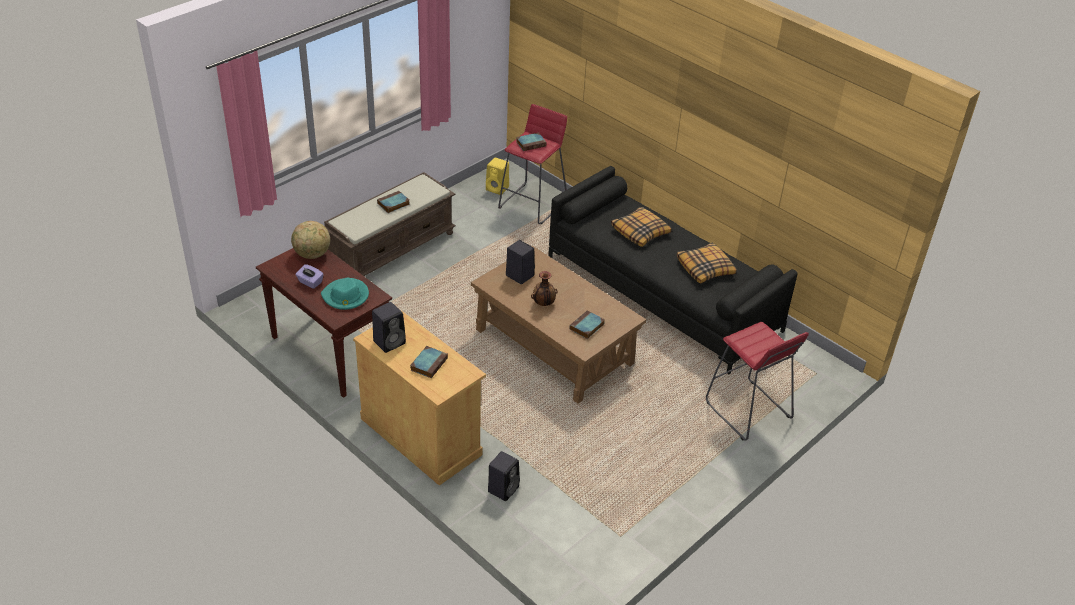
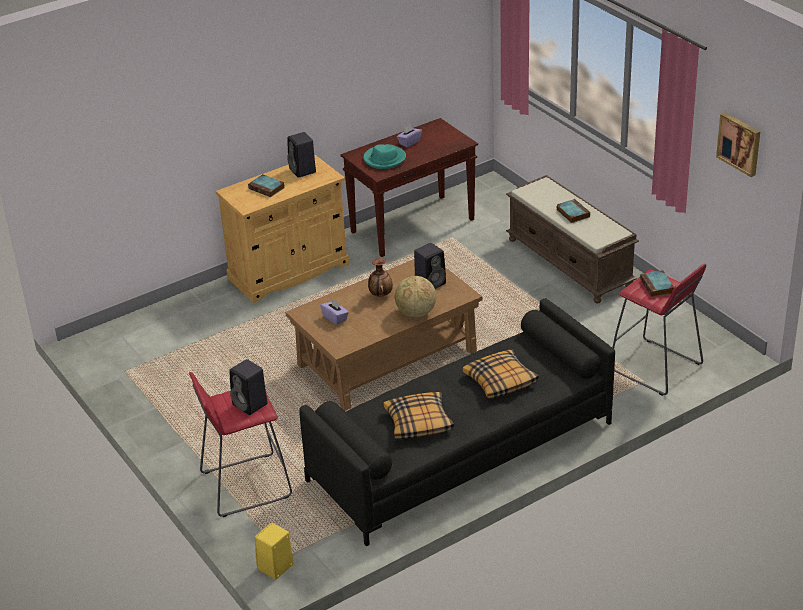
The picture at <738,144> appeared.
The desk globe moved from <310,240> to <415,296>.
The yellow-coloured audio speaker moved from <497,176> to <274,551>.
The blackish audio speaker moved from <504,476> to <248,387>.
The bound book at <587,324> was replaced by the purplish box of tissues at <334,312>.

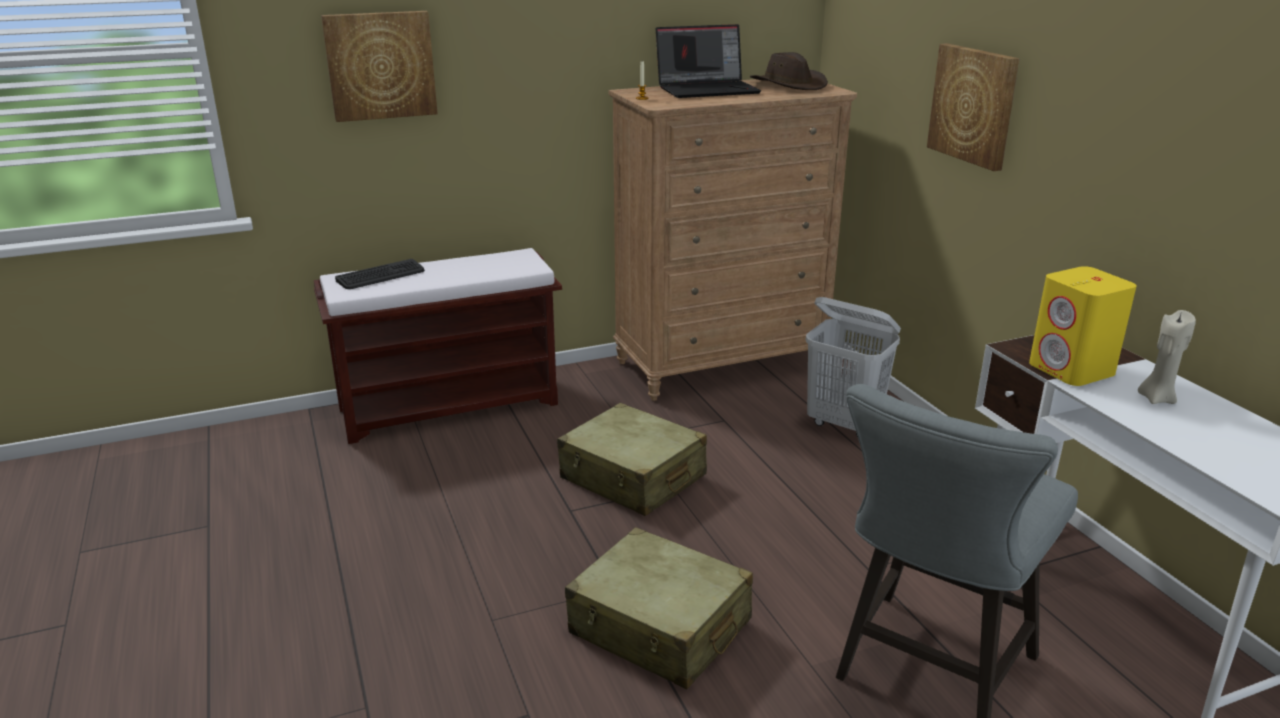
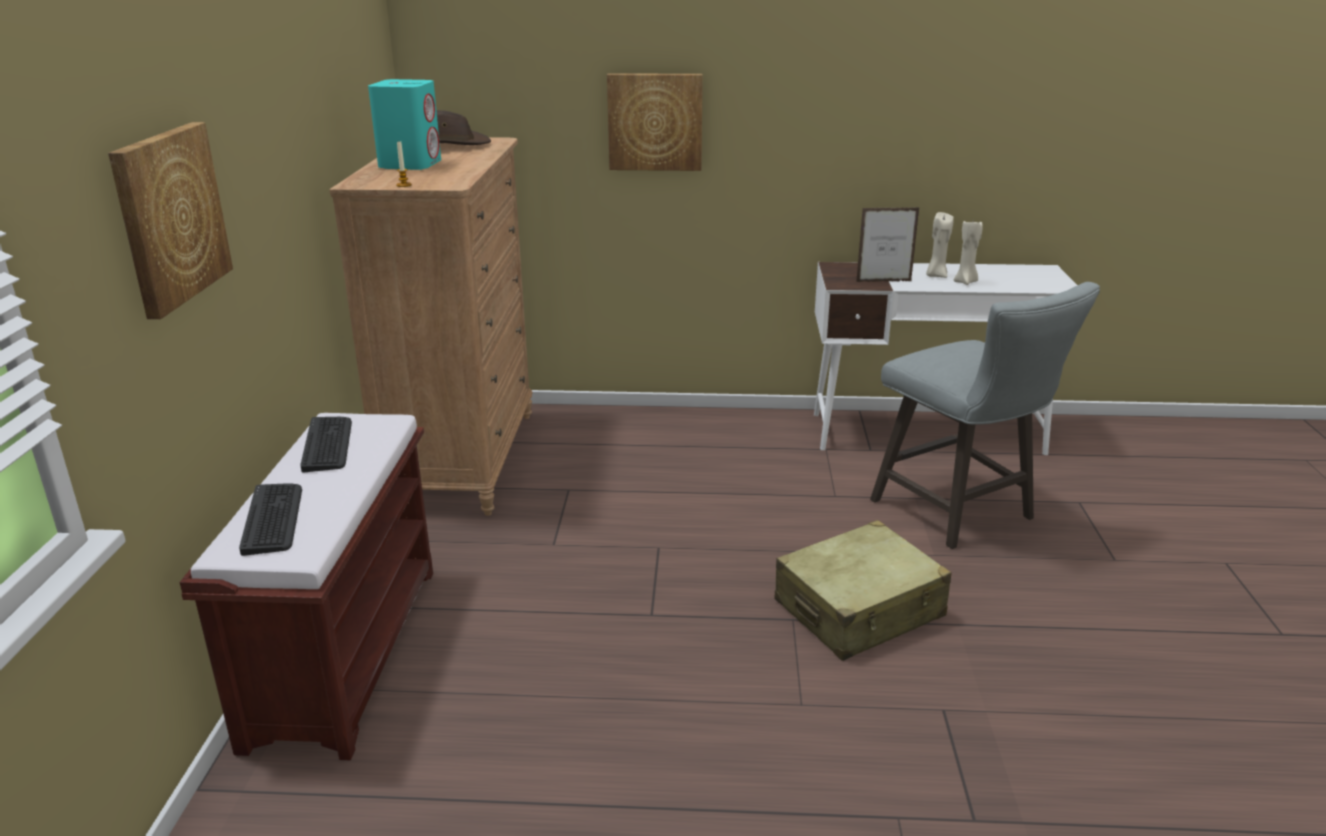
The beige travel case at <632,459> disappeared.
The white hamper at <853,367> disappeared.
The computer keyboard at <326,444> appeared.
The beige wax candle at <968,251> appeared.
The laptop at <708,61> was replaced by the turquoise audio speaker at <404,124>.
The yellow-coloured audio speaker at <1083,326> was replaced by the picture frame at <888,244>.

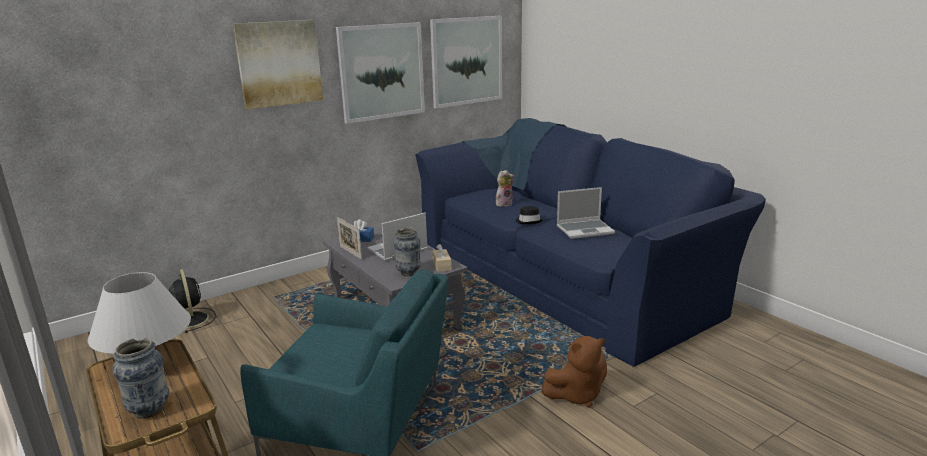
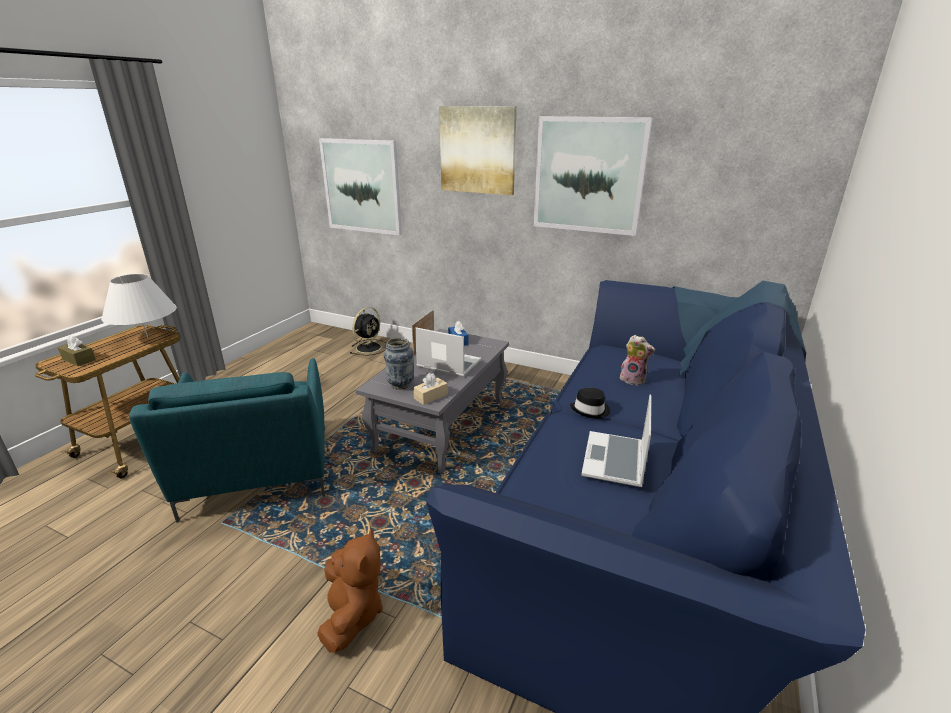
The picture moved from <466,62> to <360,187>.
The decorative vase at <141,378> was replaced by the brownish box of tissues at <77,350>.
The brownish plush toy at <574,372> turned 135 degrees counterclockwise.
The laptop at <586,213> turned 60 degrees clockwise.

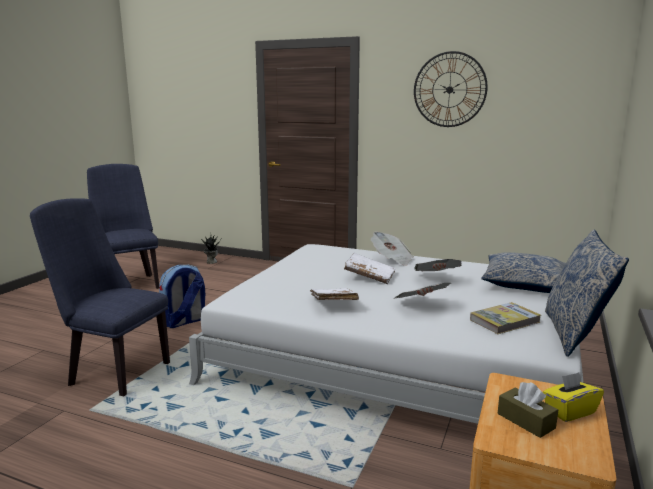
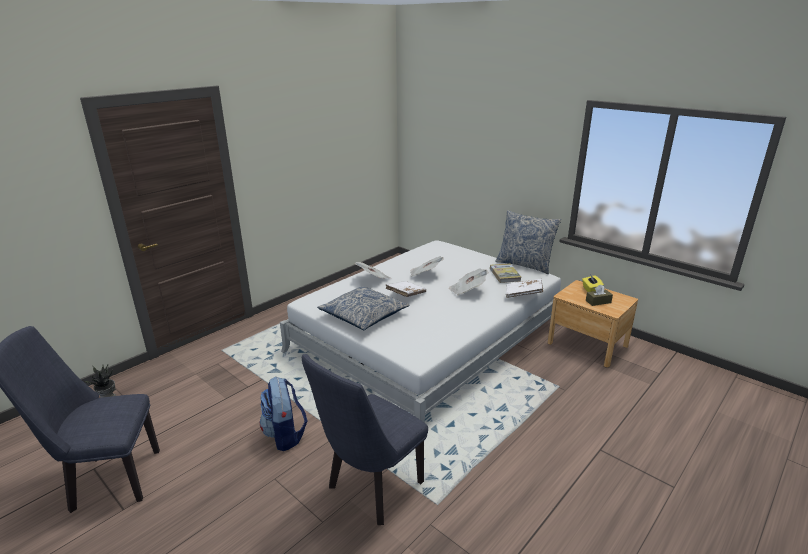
The hanging clock at <451,89> disappeared.
The white bound book moved from <334,294> to <524,288>.
The pillow moved from <523,272> to <363,308>.

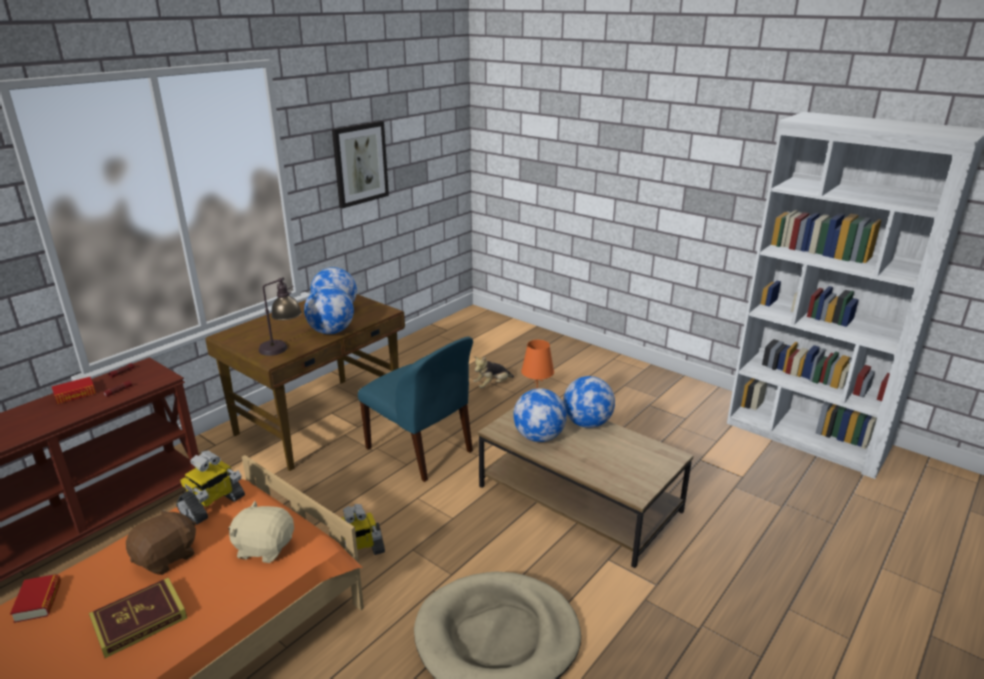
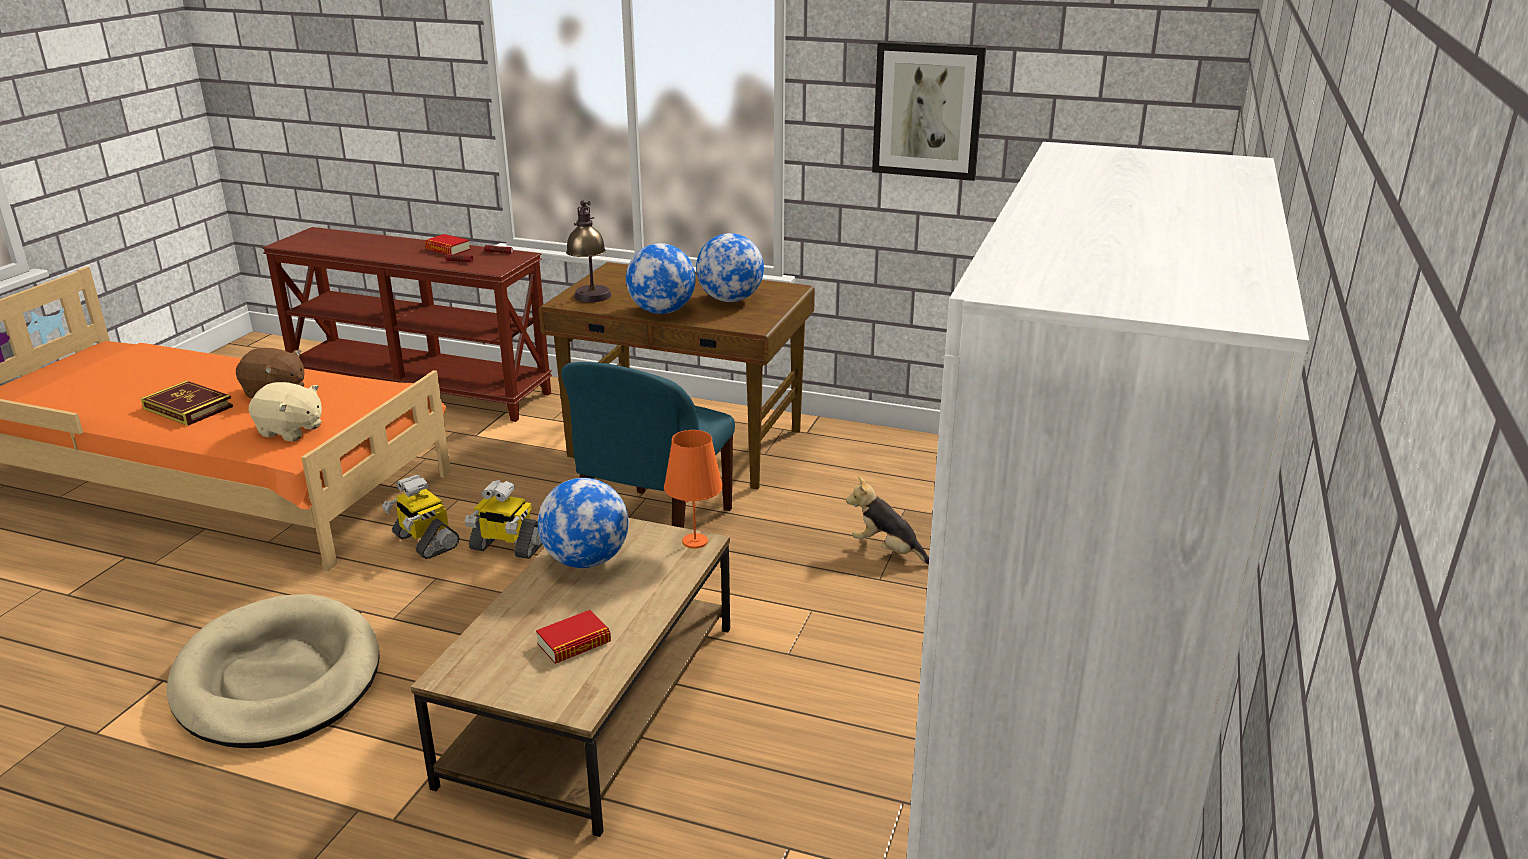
The desk globe at <589,402> disappeared.
The bound book moved from <35,598> to <573,637>.
The model robot moved from <210,487> to <503,519>.
The beige plush toy at <261,532> turned 120 degrees clockwise.

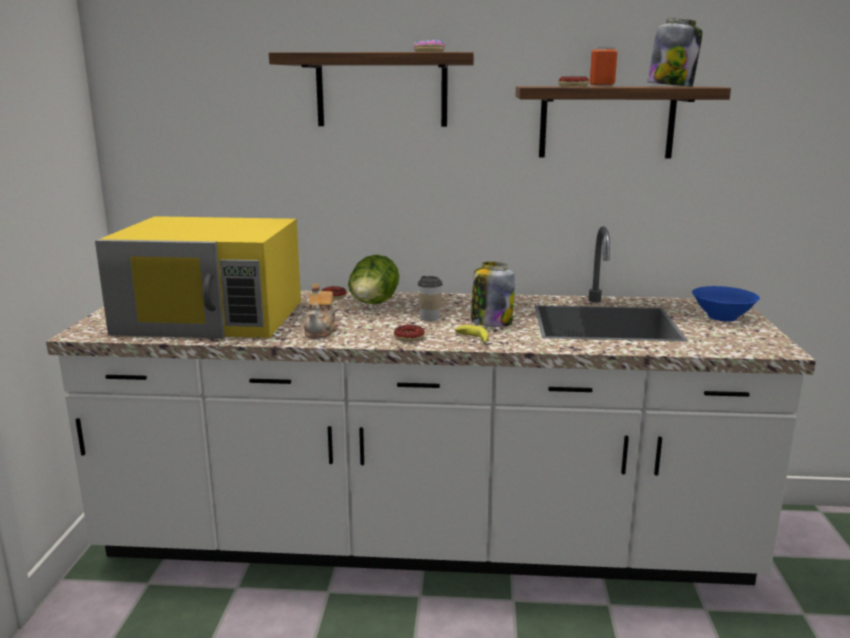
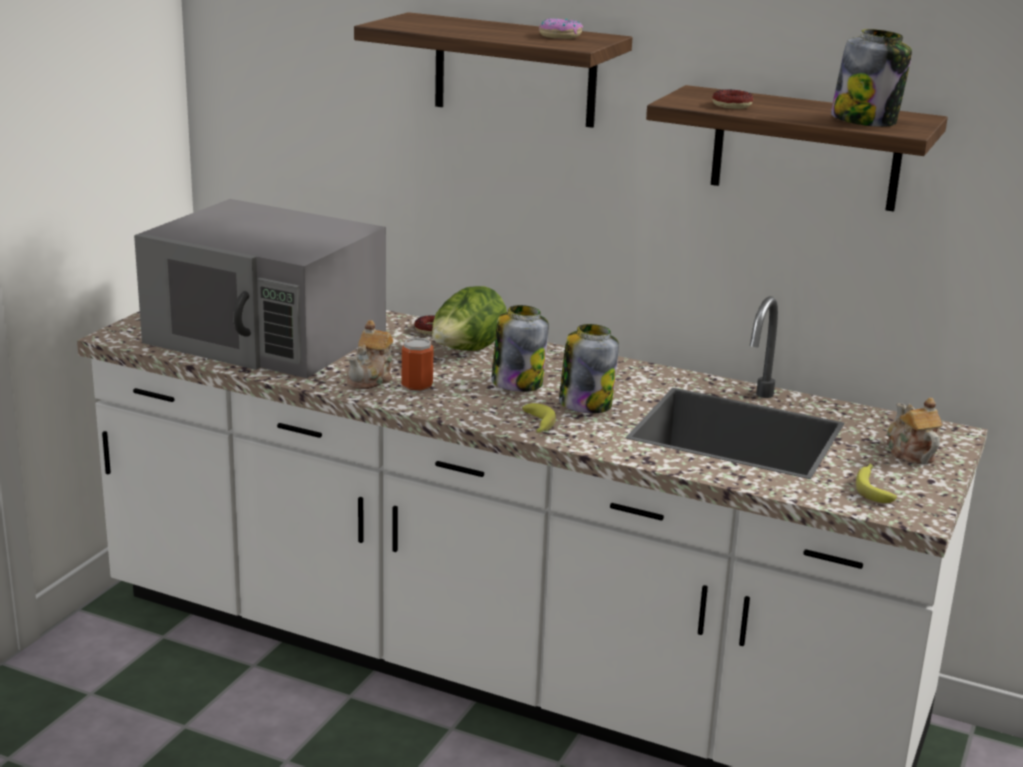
The donut at <409,333> disappeared.
The whole banana at <876,483> appeared.
The sealed can moved from <603,66> to <418,364>.
The small cup at <430,298> was replaced by the storage jar at <520,348>.
The blue deep dish at <726,303> was replaced by the pot for tea at <915,431>.
The yellow-coloured kitchen microwave at <198,277> became the grey kitchen microwave at <260,288>.

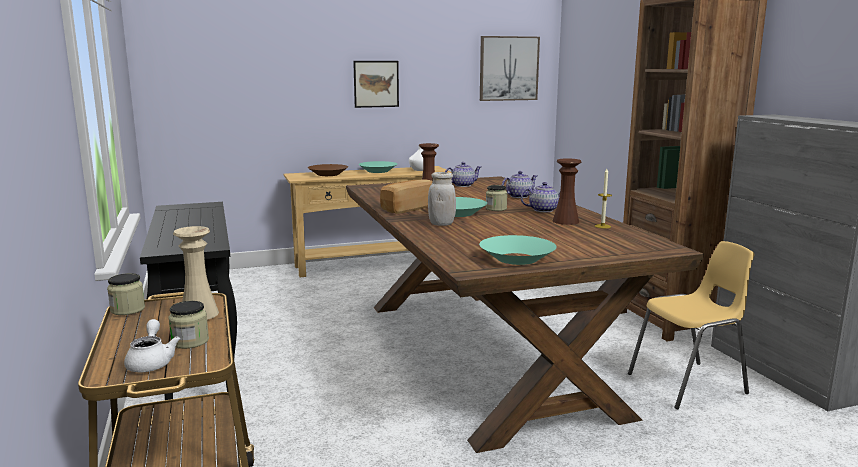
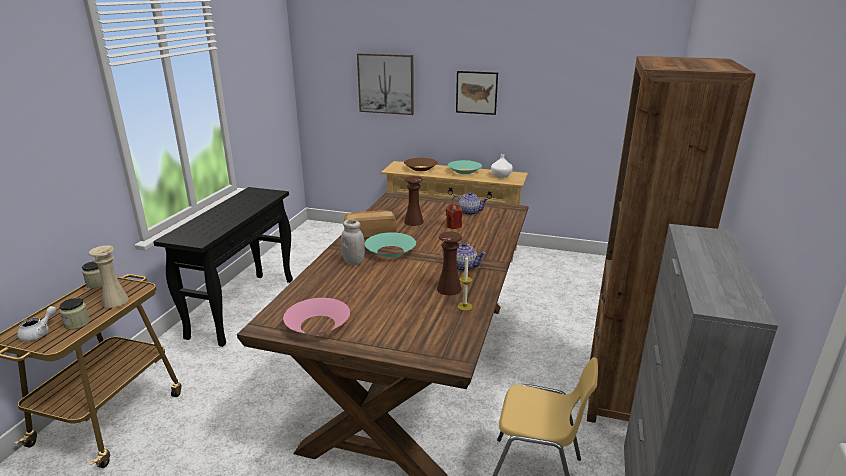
The storage jar at <496,198> disappeared.
The pot for tea at <519,184> disappeared.
The red wax candle at <454,216> appeared.
The picture moved from <510,68> to <385,84>.
The turquoise deep dish at <518,250> became the pinkish deep dish at <316,316>.

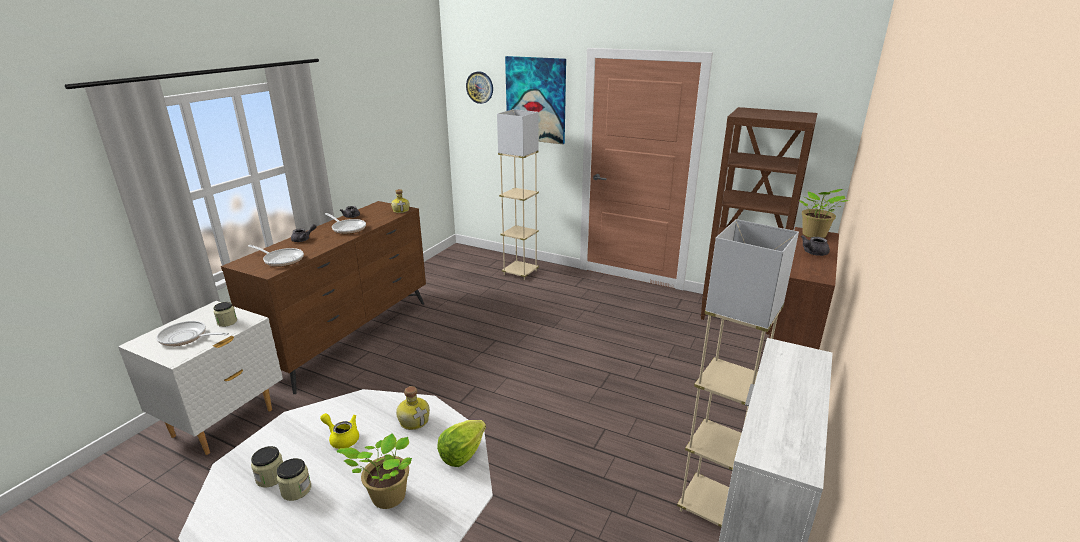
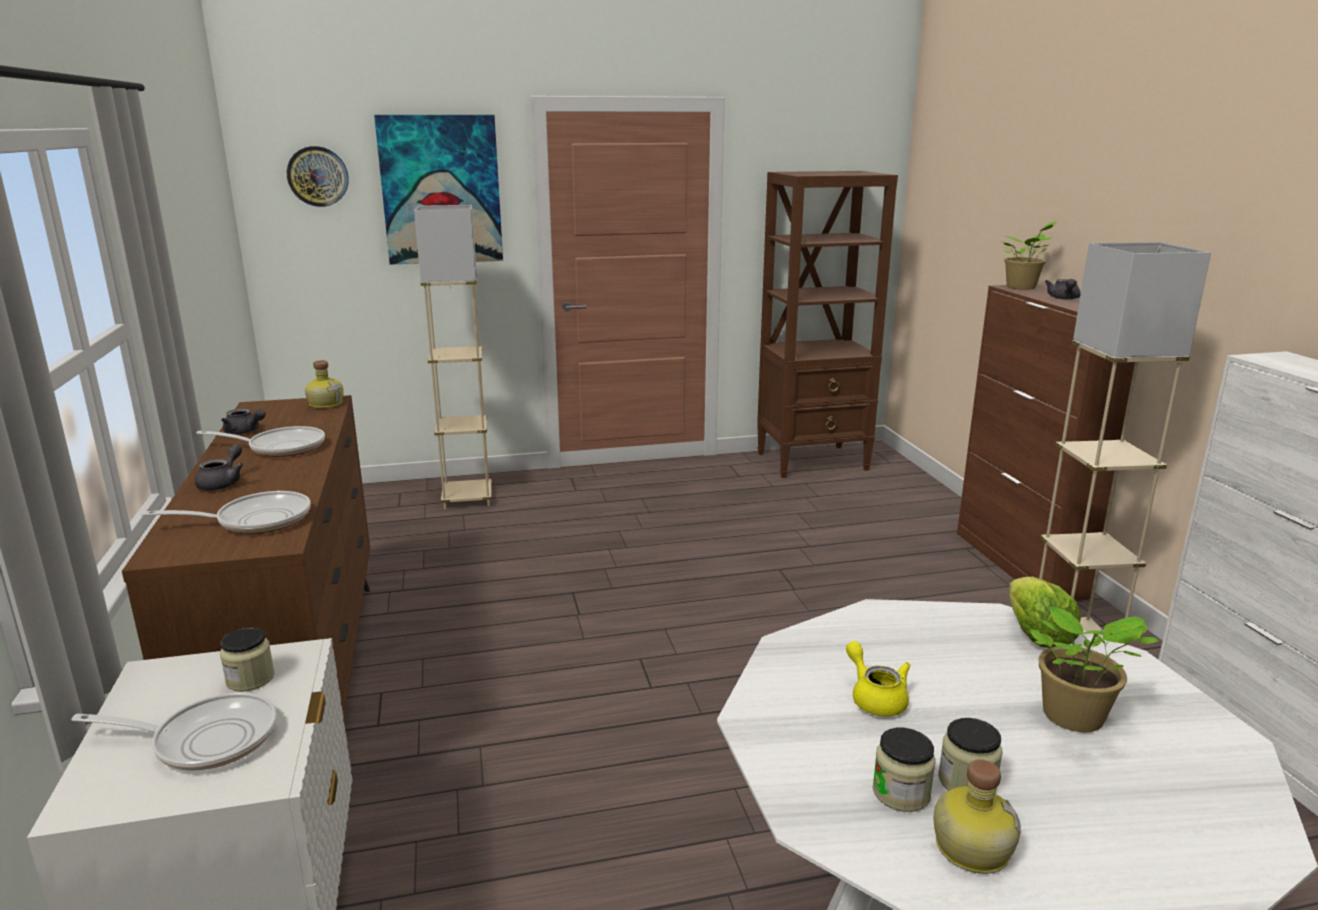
The drink bottle moved from <413,408> to <977,816>.
The pan at <192,333> turned 150 degrees counterclockwise.
The yellow-coloured pot for tea at <339,431> turned 75 degrees clockwise.

